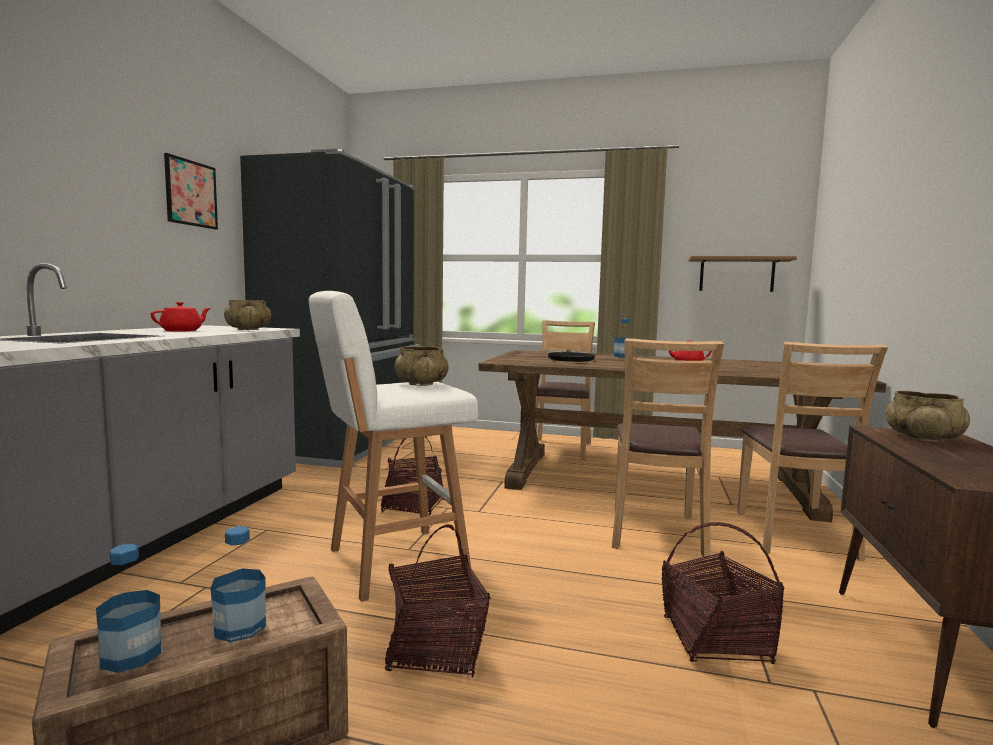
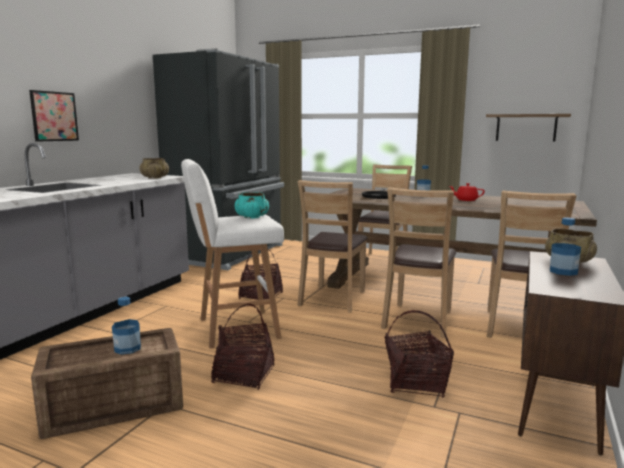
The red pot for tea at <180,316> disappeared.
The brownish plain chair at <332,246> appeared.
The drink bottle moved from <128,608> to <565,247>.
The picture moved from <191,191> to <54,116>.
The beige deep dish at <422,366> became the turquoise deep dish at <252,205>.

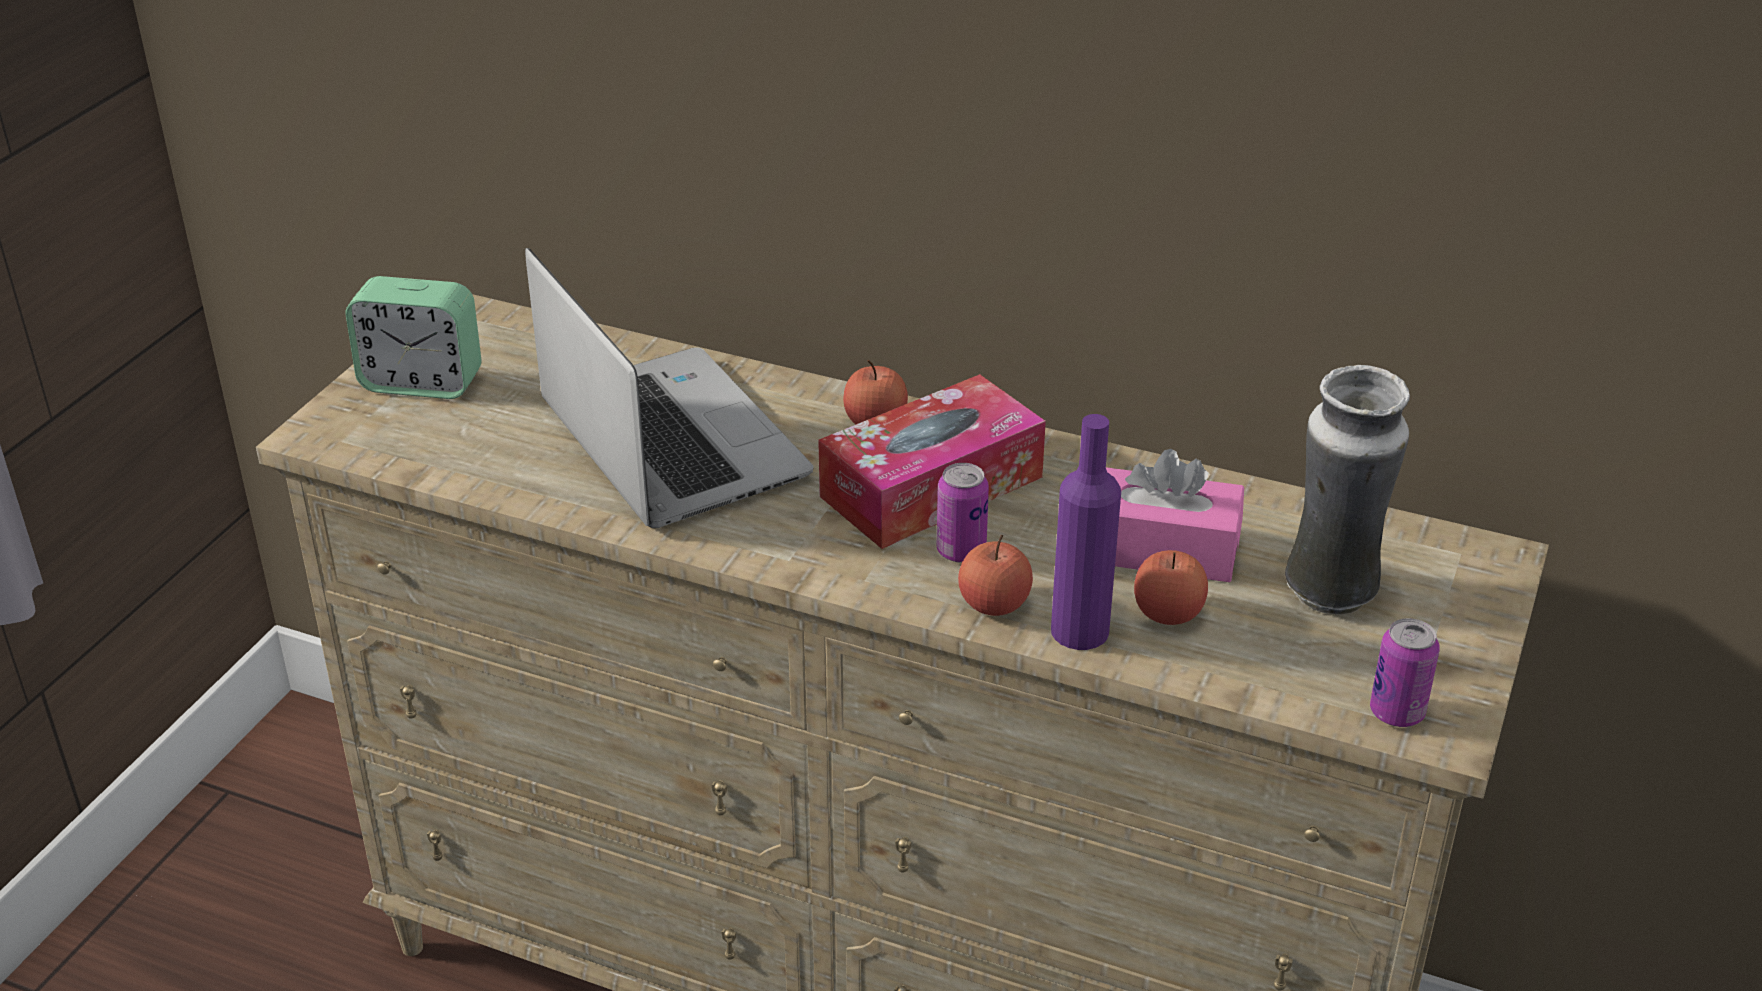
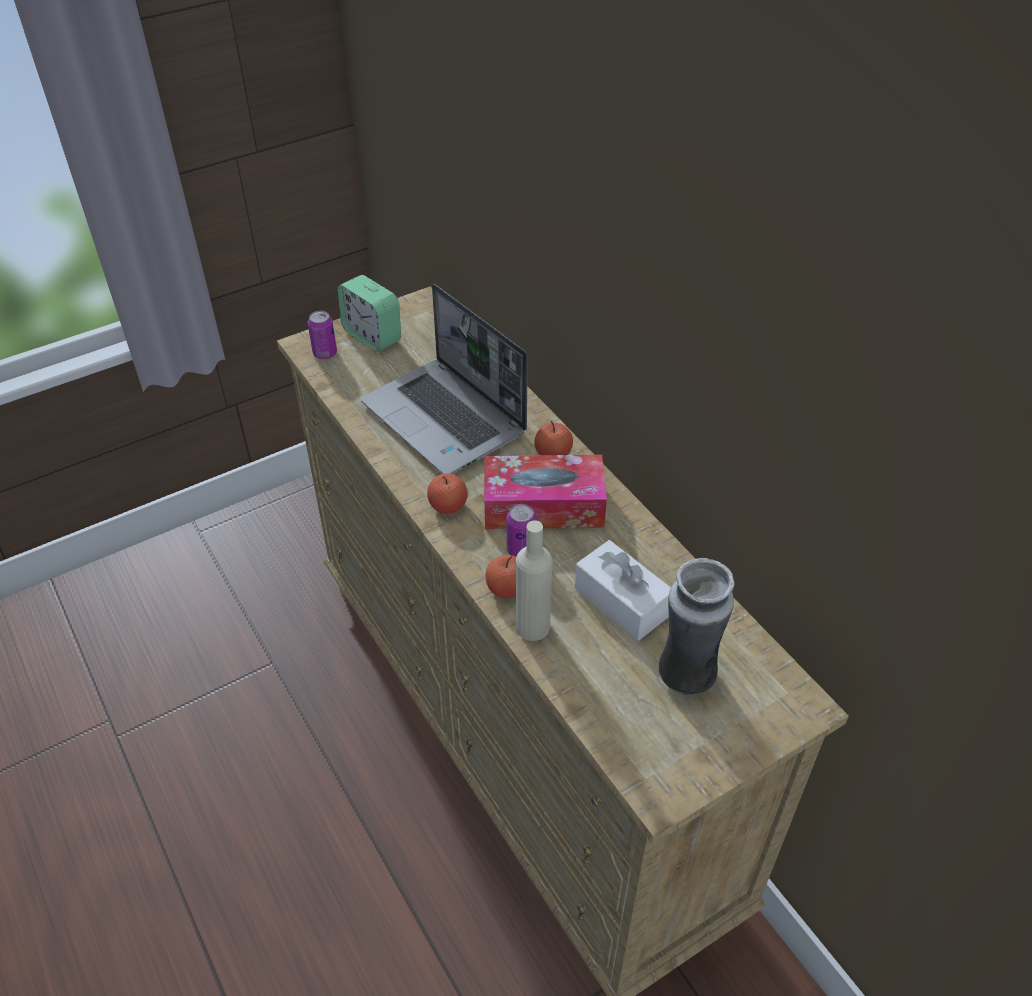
The whole apple moved from <1171,587> to <447,493>.
The sealed can moved from <1405,672> to <322,334>.
The purplish drink bottle at <1086,532> became the beige drink bottle at <534,580>.
The pinkish box of tissues at <1175,515> became the white box of tissues at <623,590>.
The laptop at <669,388> turned 135 degrees clockwise.

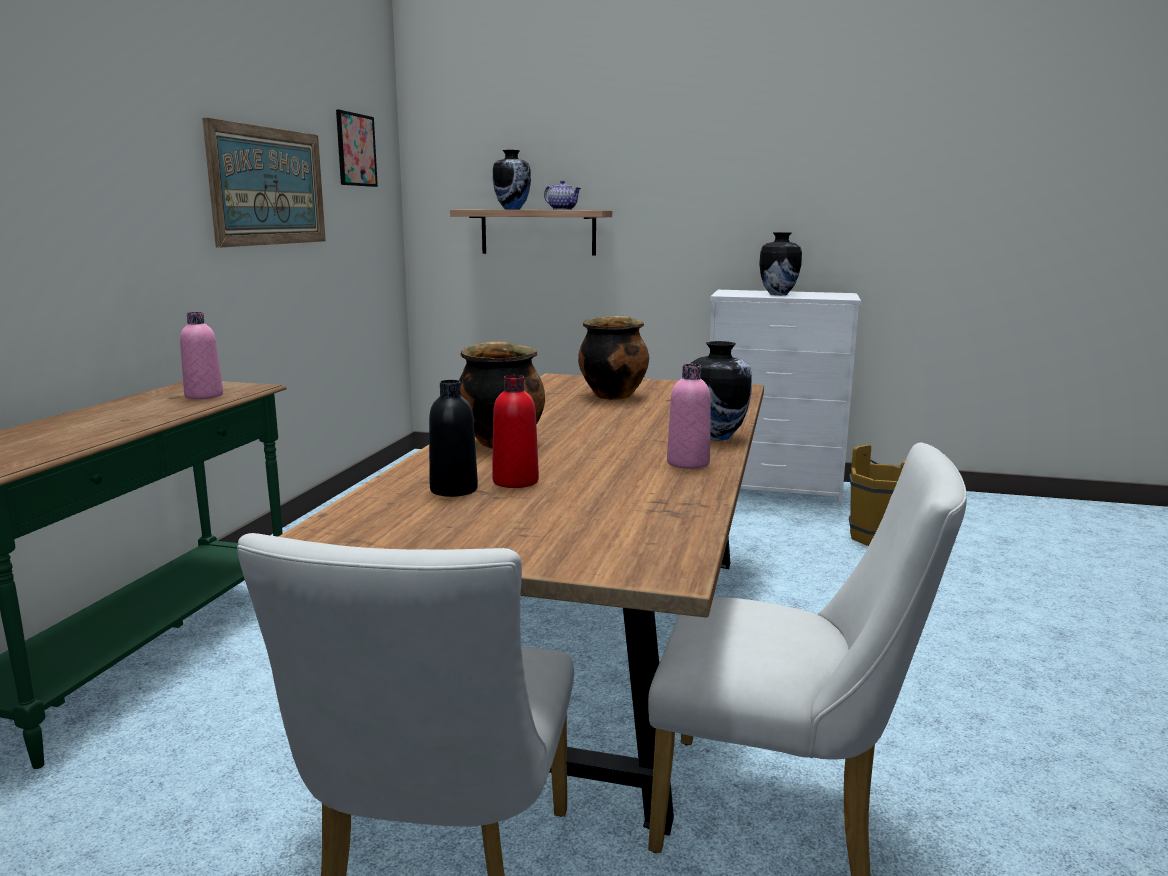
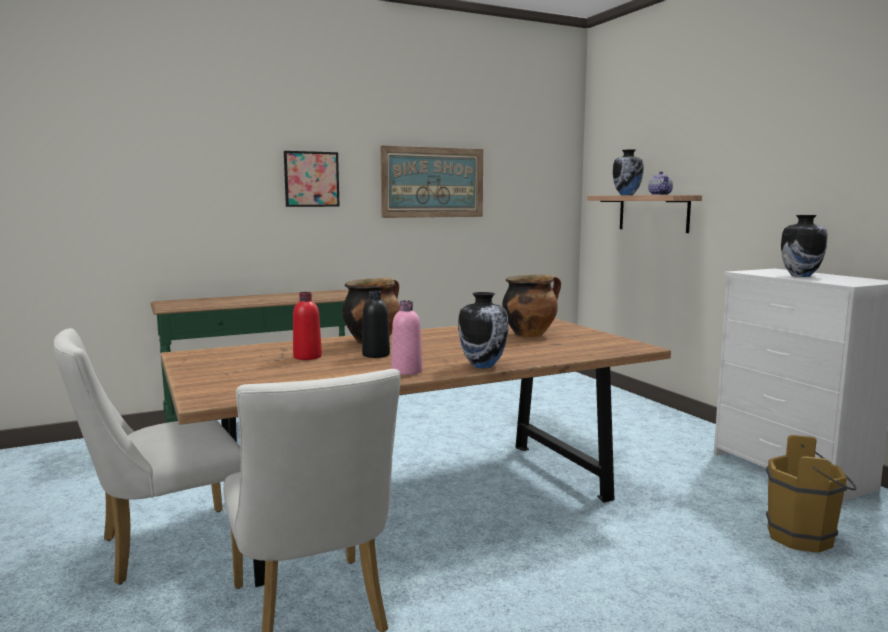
The pinkish drink bottle at <201,355> disappeared.
The picture moved from <357,148> to <312,179>.
The blackish drink bottle moved from <453,438> to <376,324>.

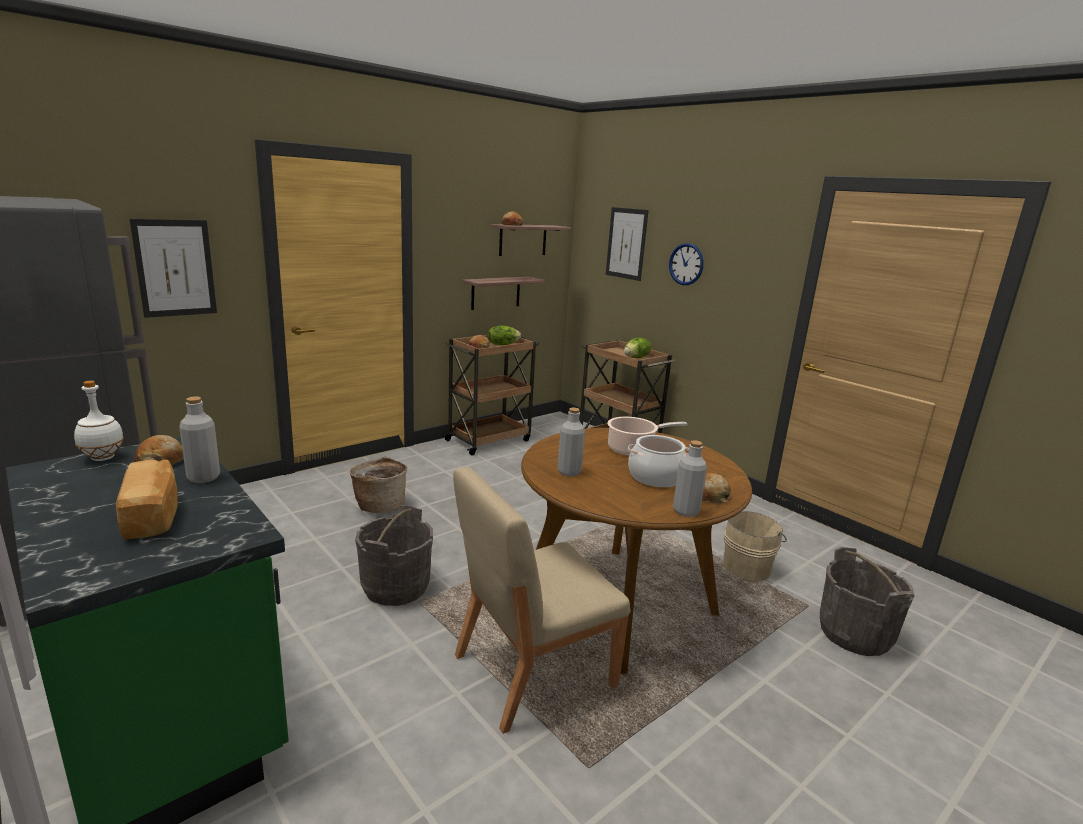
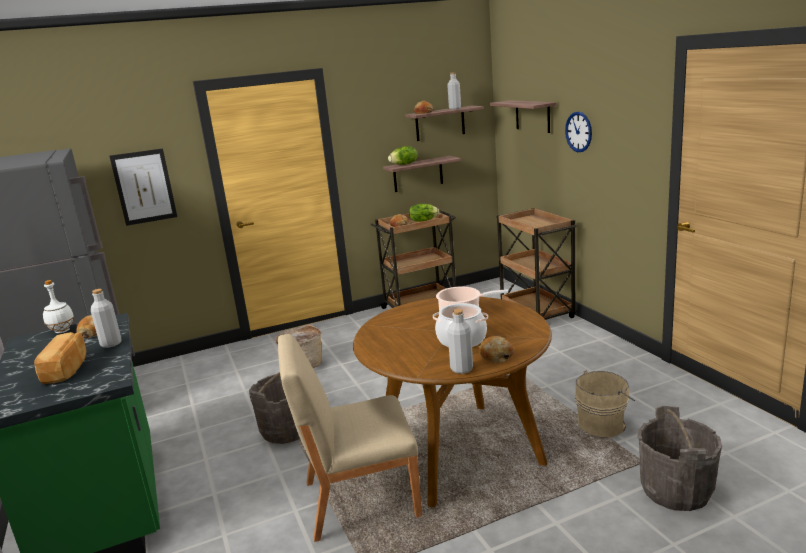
The grey drink bottle moved from <571,442> to <454,91>.
The head of lettuce moved from <637,348> to <402,155>.
The picture at <627,244> was replaced by the shelf at <523,116>.

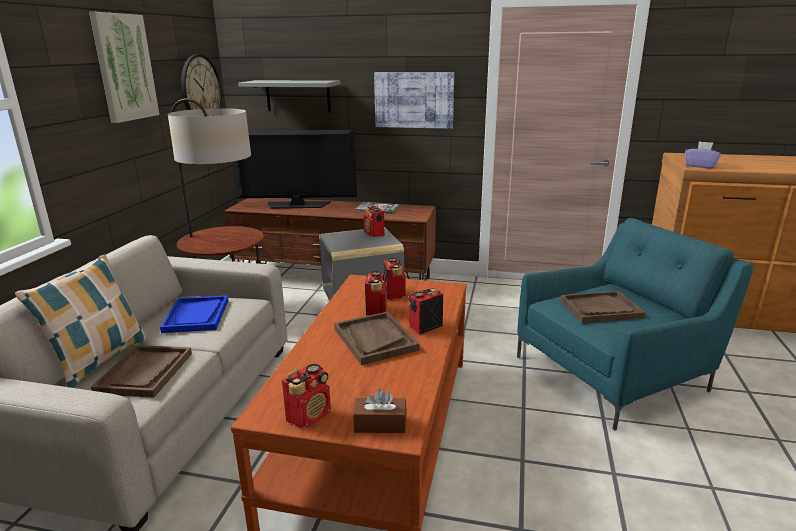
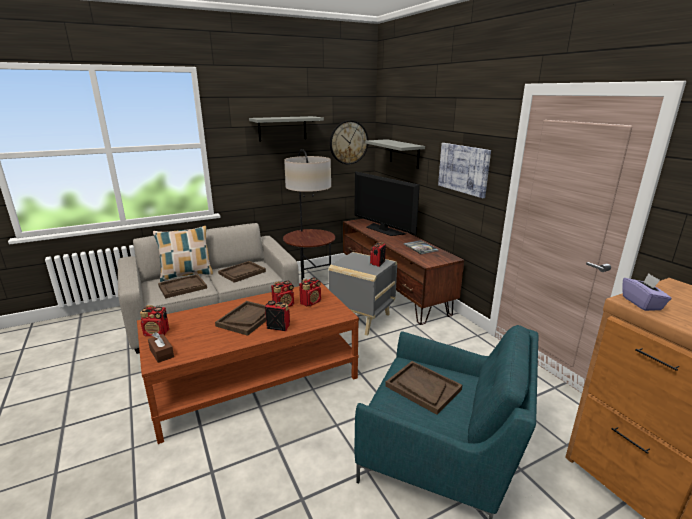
The picture at <124,67> was replaced by the grey shelf at <286,129>.
The blue tray at <194,314> became the brownish tray at <242,272>.

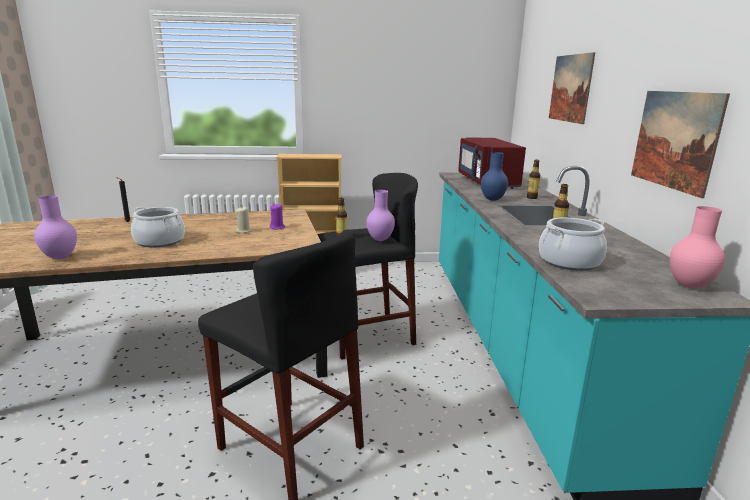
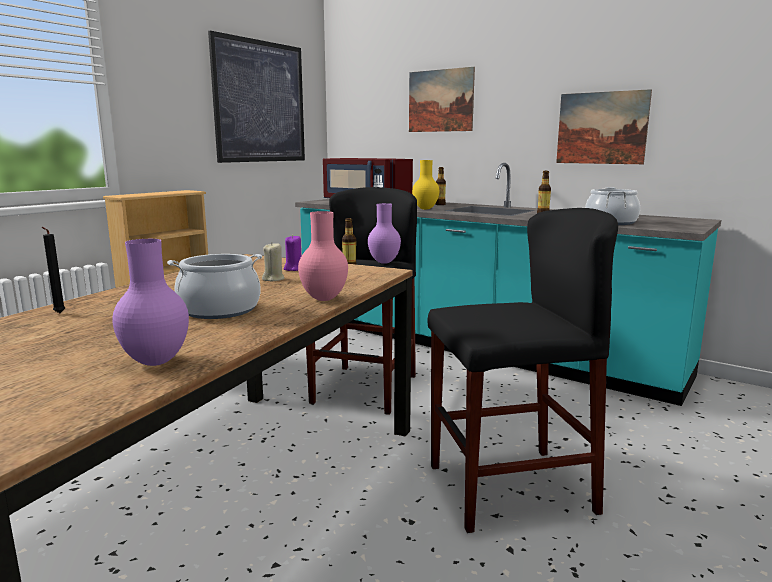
The picture at <256,97> appeared.
The pinkish decorative vase moved from <697,247> to <323,256>.
The blue decorative vase at <494,176> became the yellow-coloured decorative vase at <425,184>.

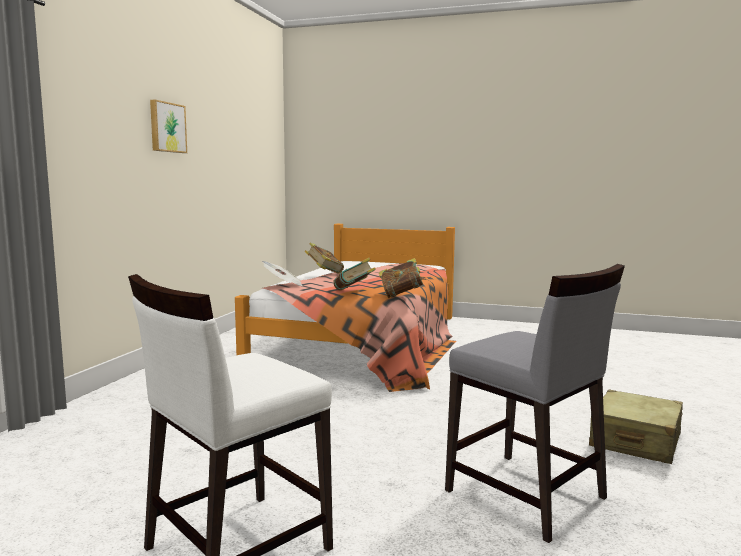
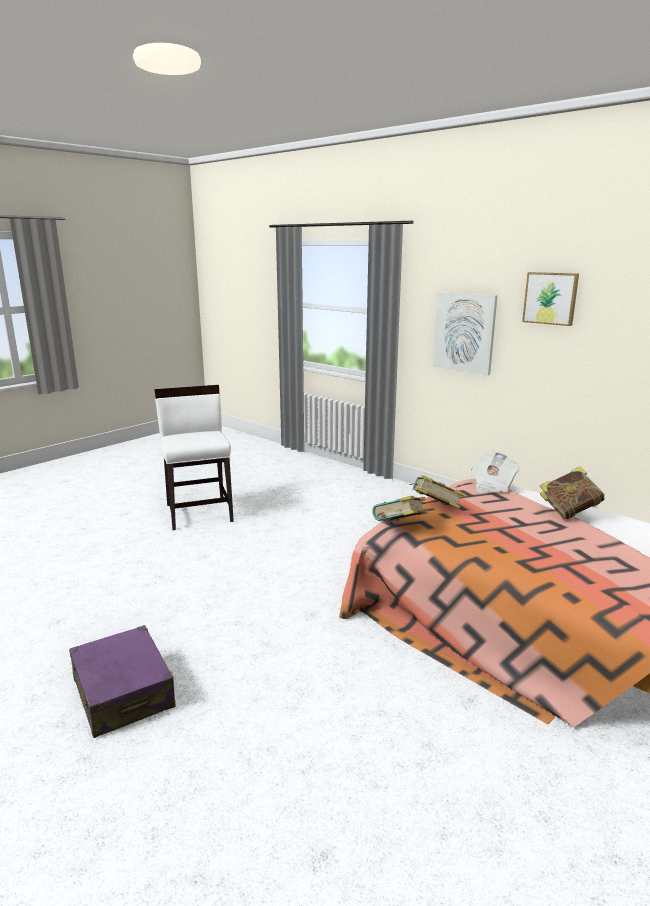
The grey plain chair at <535,403> disappeared.
The picture at <465,333> appeared.
The beige travel case at <636,427> became the purplish travel case at <122,681>.

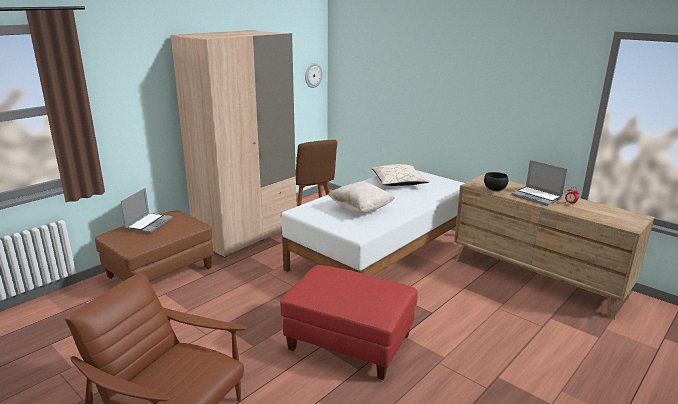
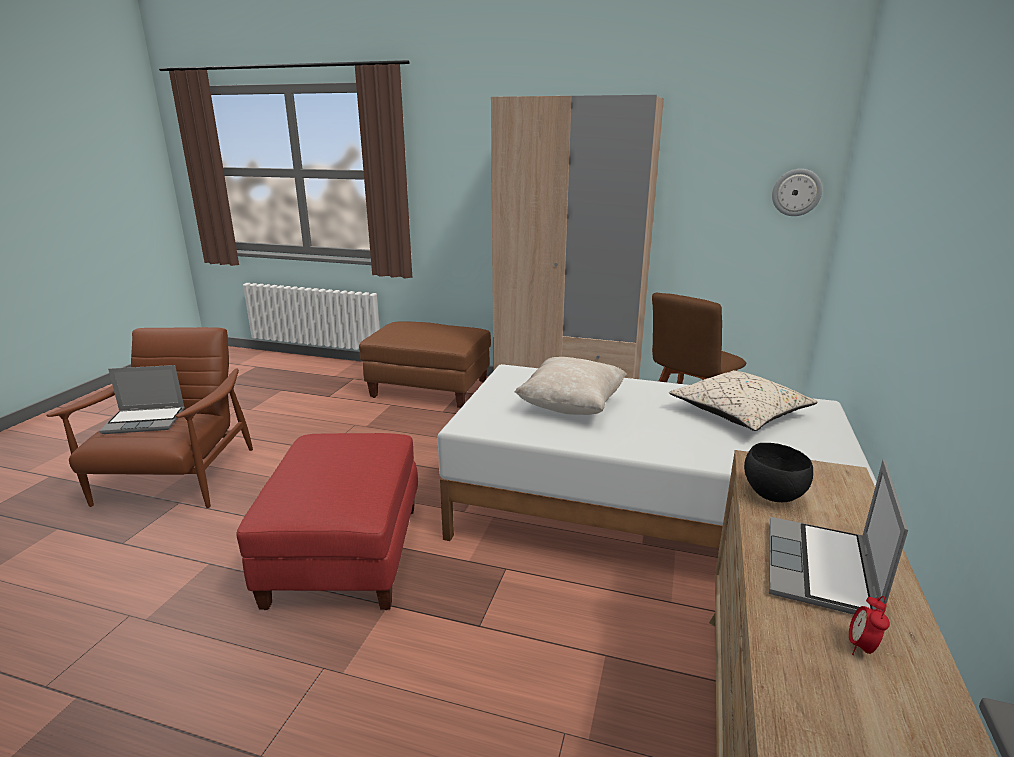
The laptop moved from <146,210> to <142,399>.

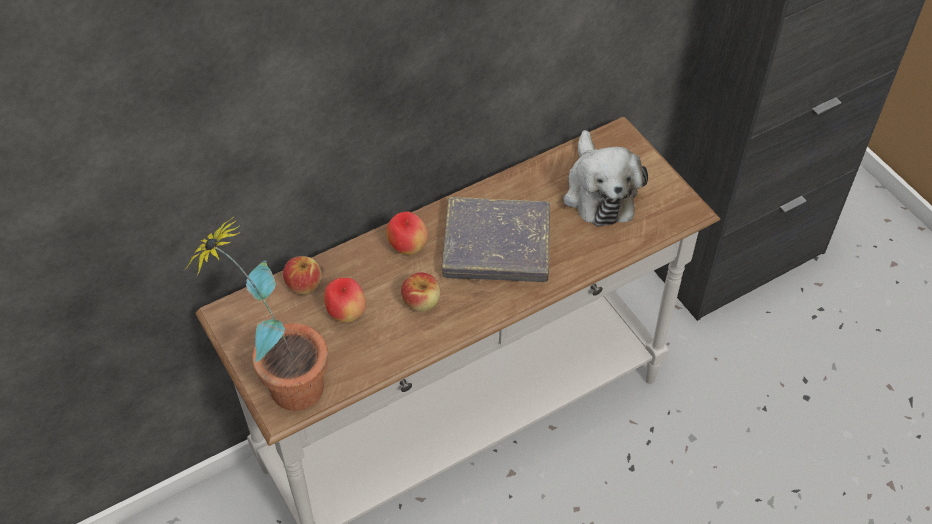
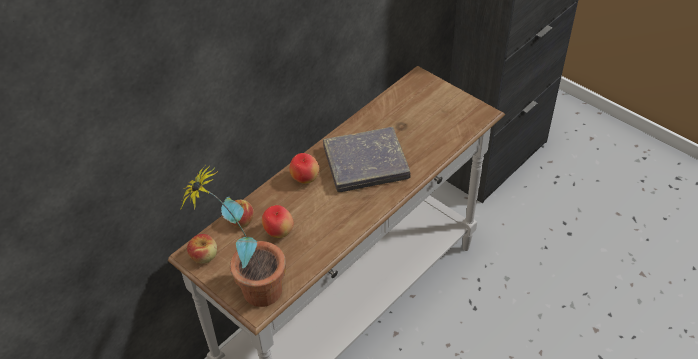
The plush toy at <605,178> disappeared.
The whole apple moved from <420,292> to <202,249>.

